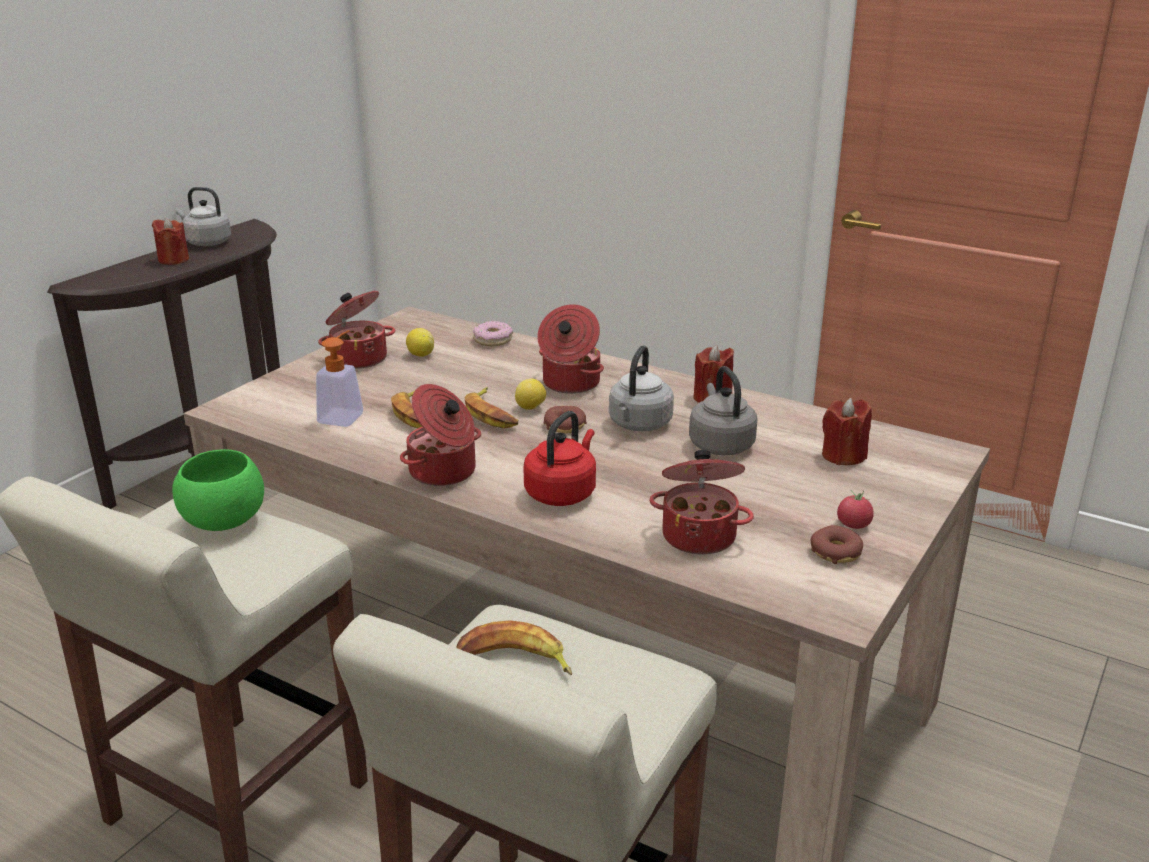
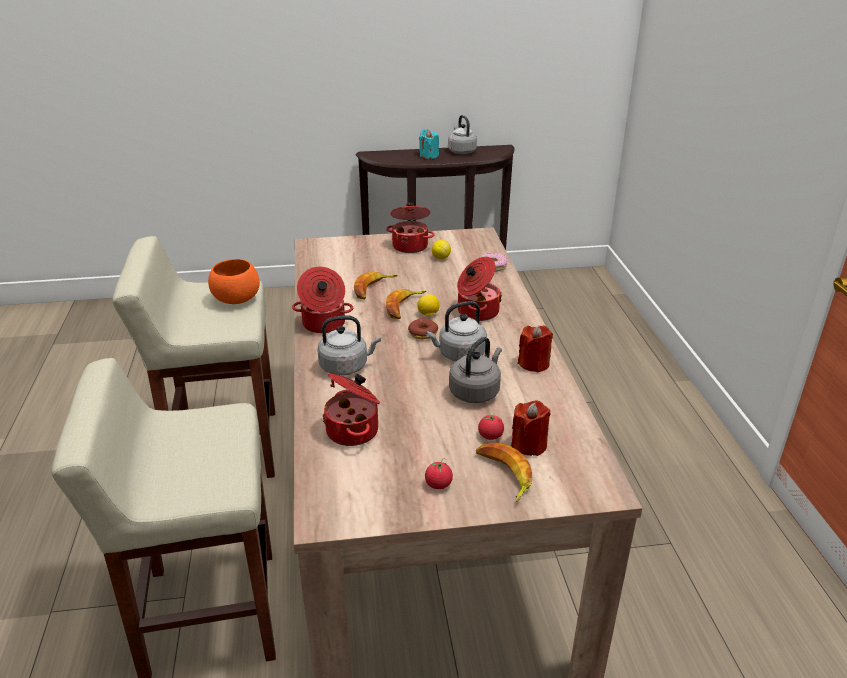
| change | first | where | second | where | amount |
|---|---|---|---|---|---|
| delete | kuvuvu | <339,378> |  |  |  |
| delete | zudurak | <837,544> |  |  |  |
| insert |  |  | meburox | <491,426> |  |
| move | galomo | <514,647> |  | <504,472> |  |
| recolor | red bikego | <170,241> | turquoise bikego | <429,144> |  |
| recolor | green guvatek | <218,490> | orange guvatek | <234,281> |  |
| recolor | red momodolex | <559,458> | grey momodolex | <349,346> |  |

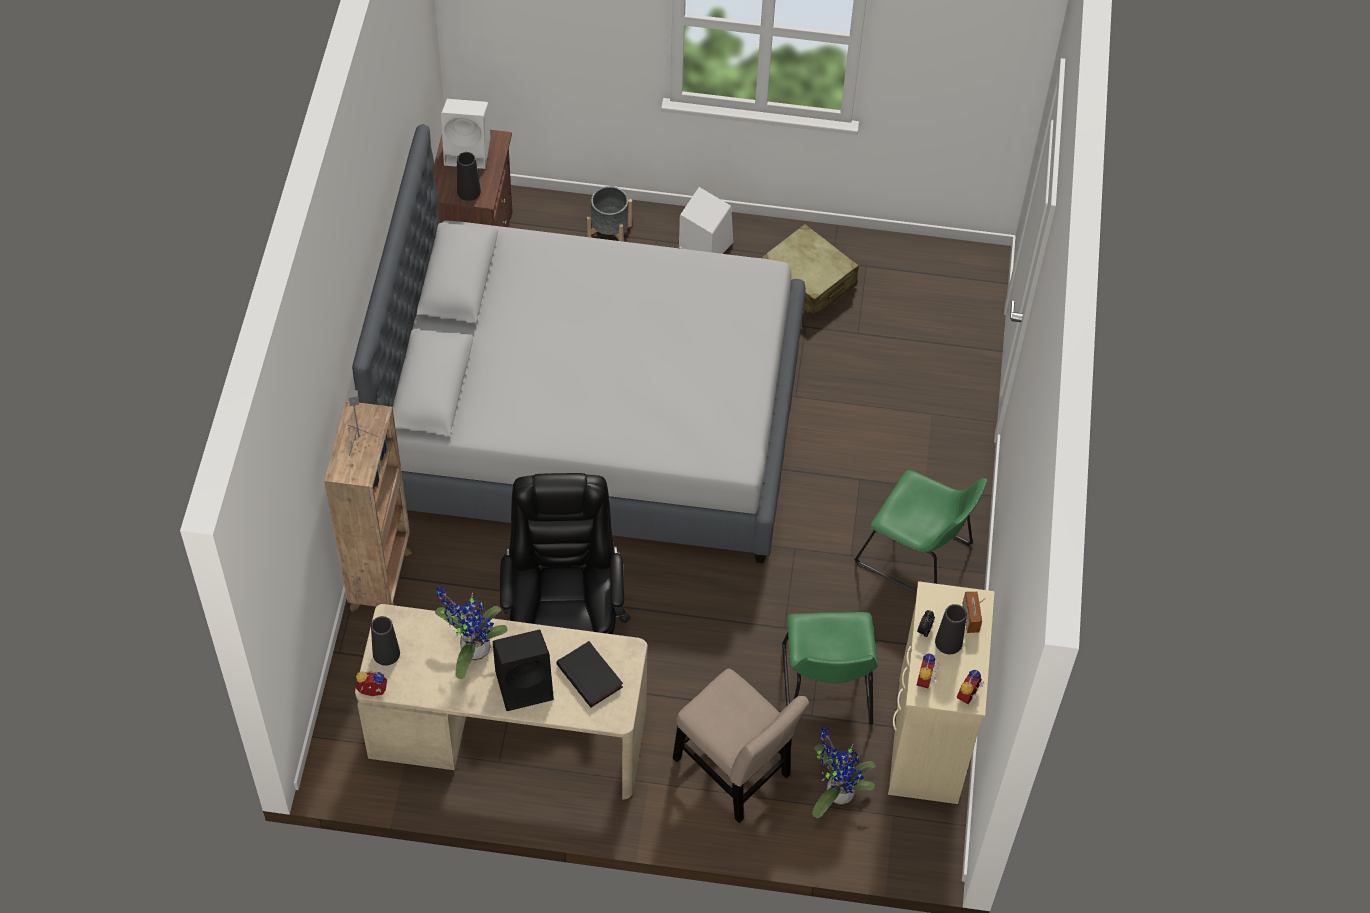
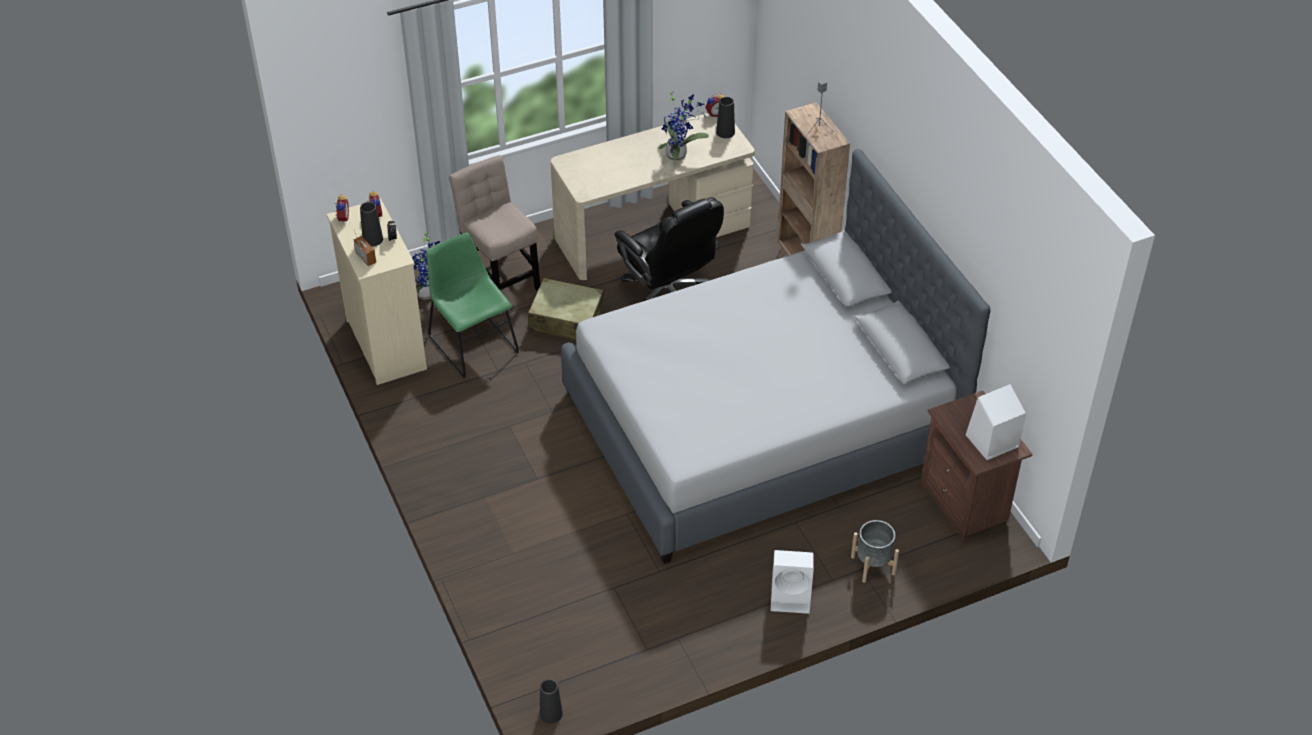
| change | first | where | second | where | amount |
|---|---|---|---|---|---|
| delete | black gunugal | <523,670> |  |  |  |
| delete | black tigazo | <590,674> |  |  |  |
| delete | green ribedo | <920,532> |  |  |  |
| move | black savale | <469,176> |  | <551,701> |  |
| move | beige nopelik | <810,271> |  | <566,309> |  |
| rotate | beige ribedo | <741,746> |  | <494,223> | 45 degrees clockwise |

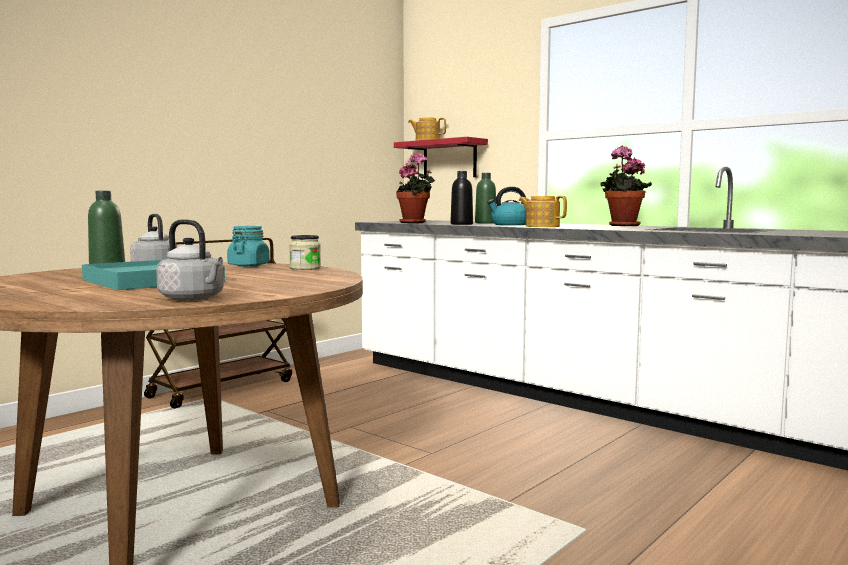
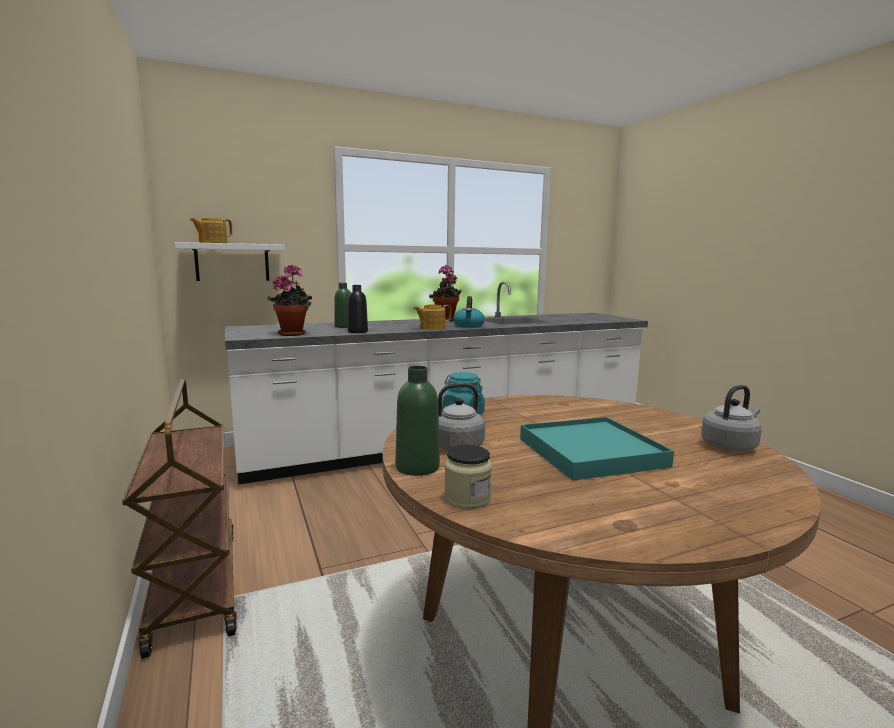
| change | first | where | second | where | amount |
|---|---|---|---|---|---|
| move | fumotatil | <305,252> |  | <468,477> |  |
| move | momodolex | <506,206> |  | <469,312> |  |
| recolor | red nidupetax | <441,158> | white nidupetax | <229,261> |  |

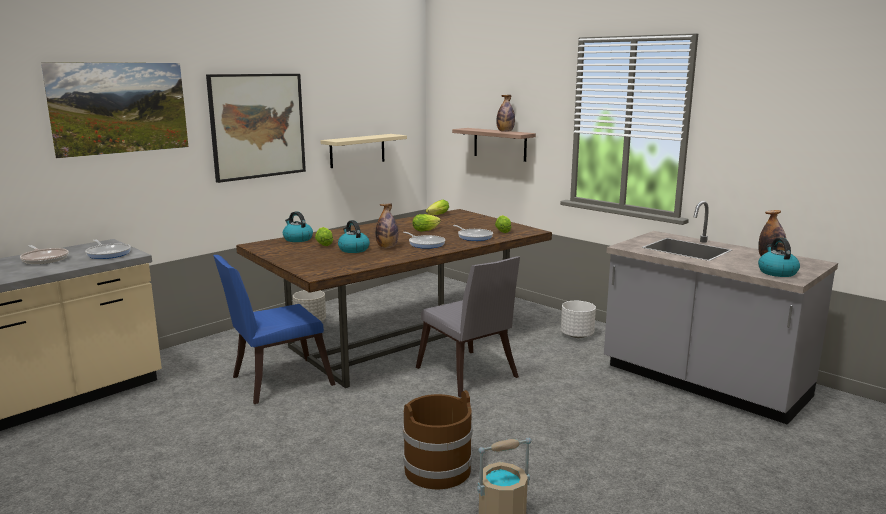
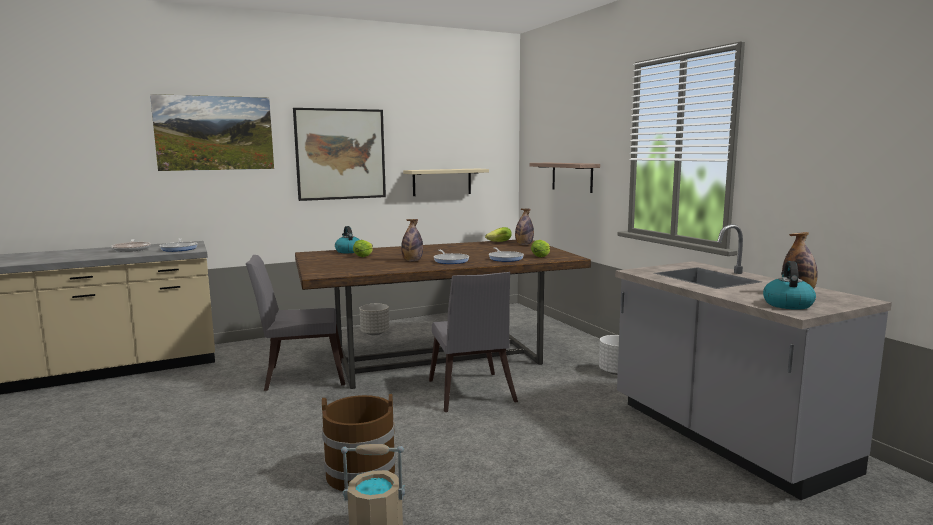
| change | first | where | second | where | amount |
|---|---|---|---|---|---|
| delete | momodolex | <354,236> |  |  |  |
| delete | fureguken | <426,223> |  |  |  |
| move | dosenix | <505,113> |  | <524,227> |  |
| recolor | blue ribedo | <274,329> | grey ribedo | <295,323> |  |

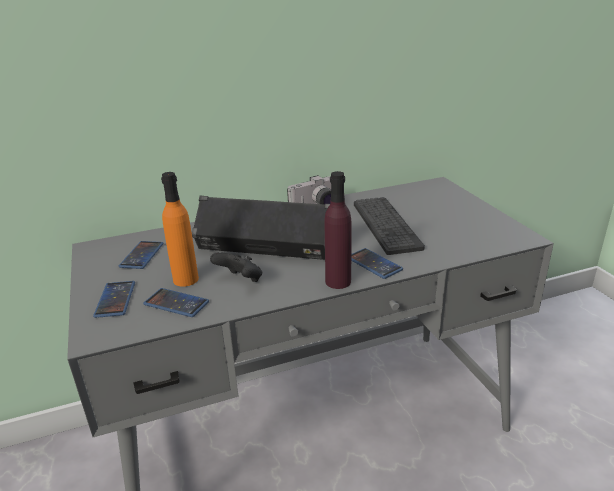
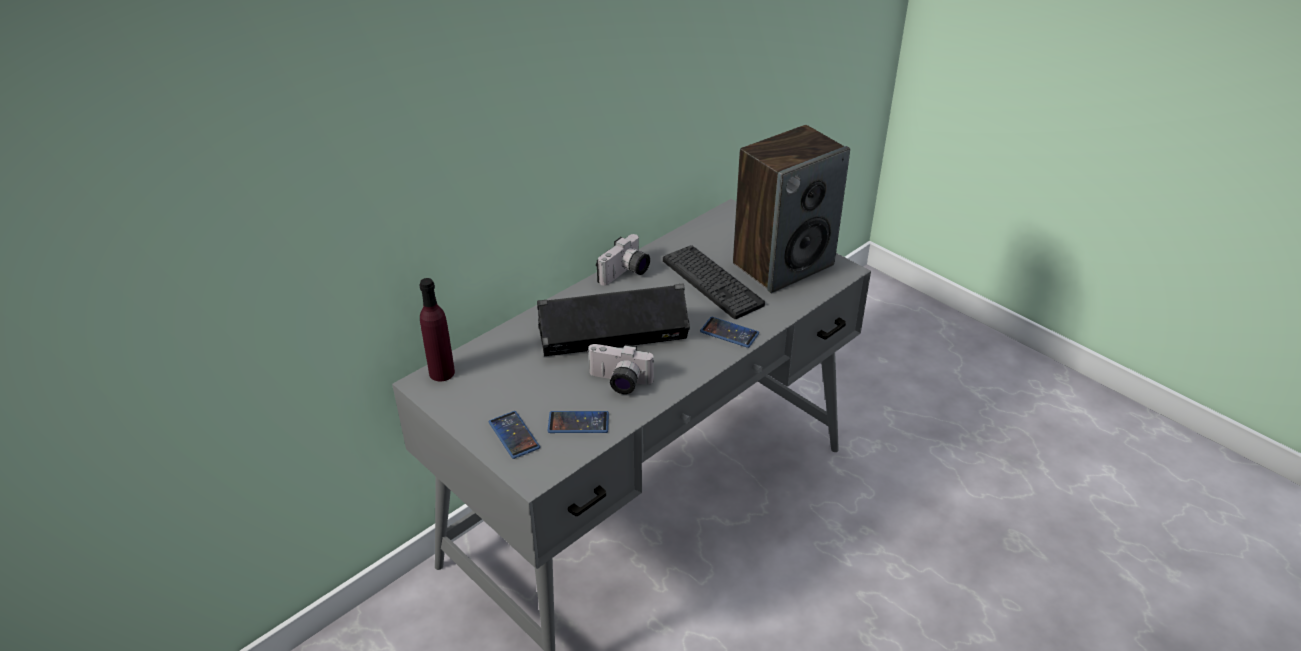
| change | first | where | second | where | amount |
|---|---|---|---|---|---|
| delete | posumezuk | <141,255> |  |  |  |
| delete | orange dosenix | <180,229> |  |  |  |
| insert |  |  | gunugal | <791,209> |  |
| move | purple dosenix | <338,230> |  | <437,329> |  |
| replace | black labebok | <236,267> | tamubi | <620,369> |  |

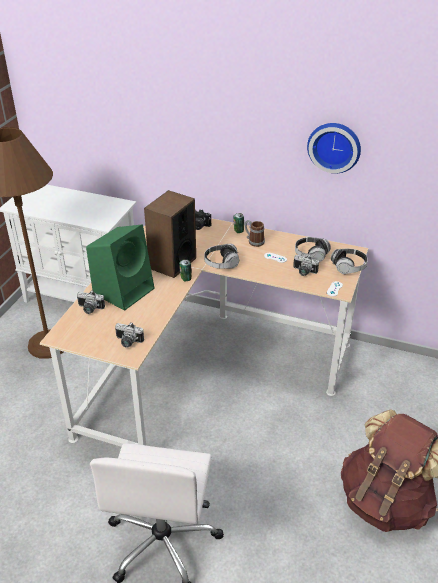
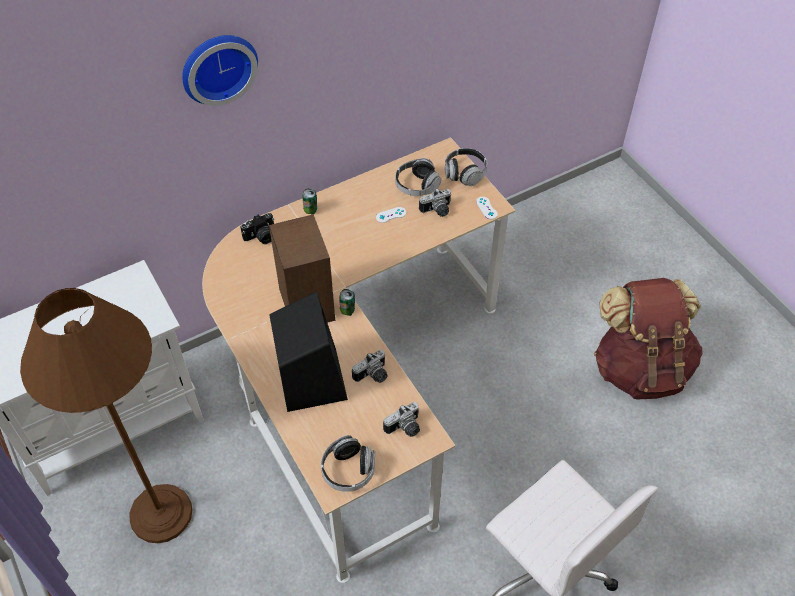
| change | first | where | second | where | amount |
|---|---|---|---|---|---|
| delete | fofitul | <254,233> |  |  |  |
| move | tamubi | <91,302> |  | <370,366> |  |
| move | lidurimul | <221,256> |  | <348,463> |  |
| move | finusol | <334,148> |  | <220,70> |  |
| recolor | green gunugal | <120,268> | black gunugal | <308,351> |  |

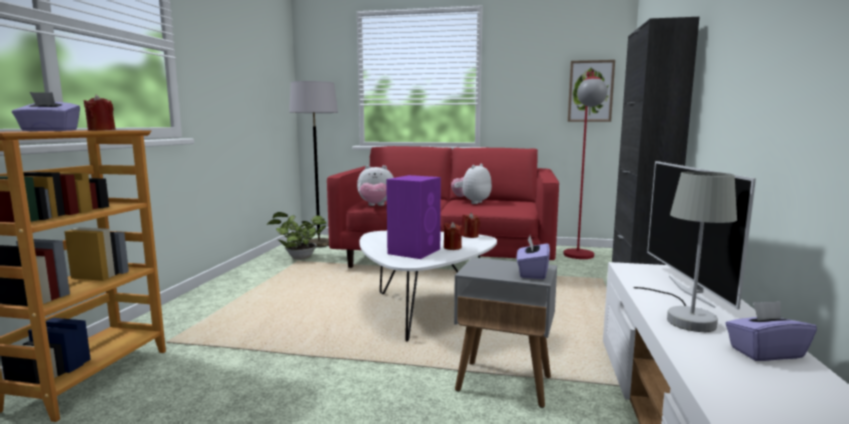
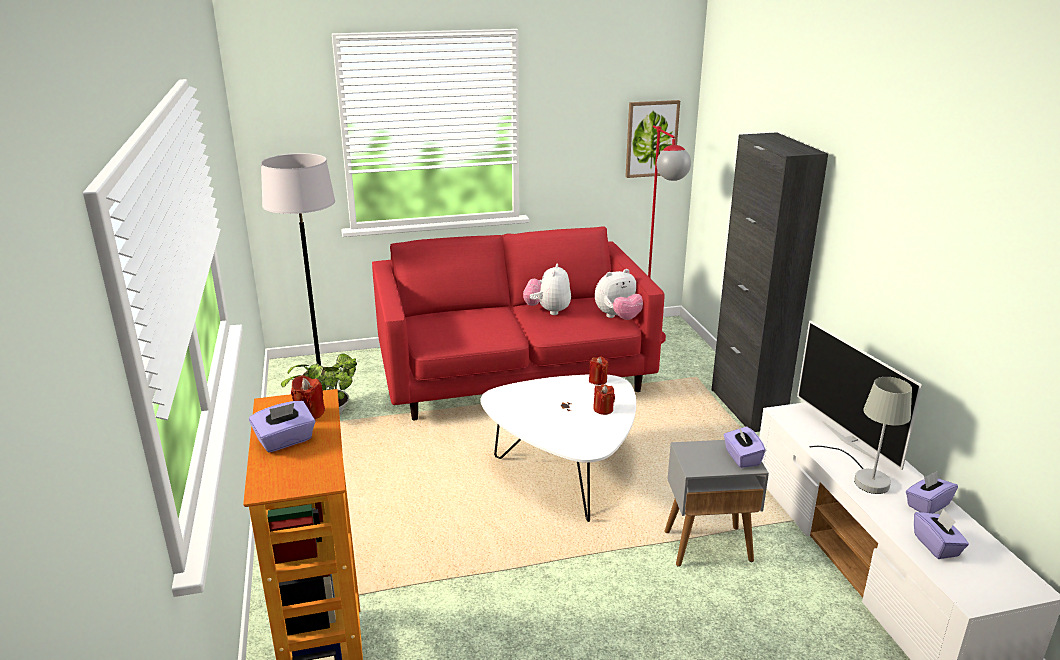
| change | first | where | second | where | amount |
|---|---|---|---|---|---|
| delete | purple gunugal | <413,217> |  |  |  |
| insert |  |  | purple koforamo | <941,534> |  |
| move | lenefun | <375,185> |  | <619,294> |  |

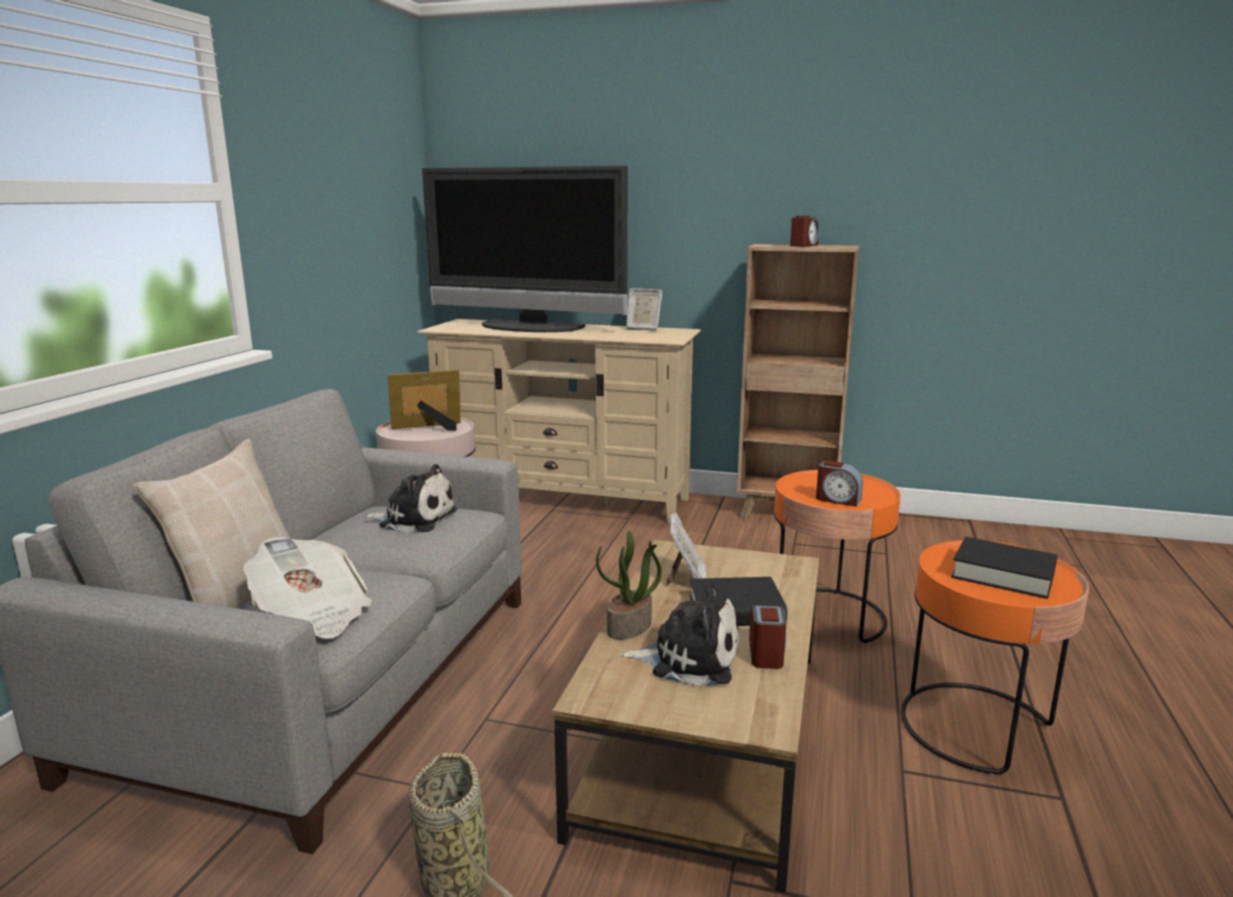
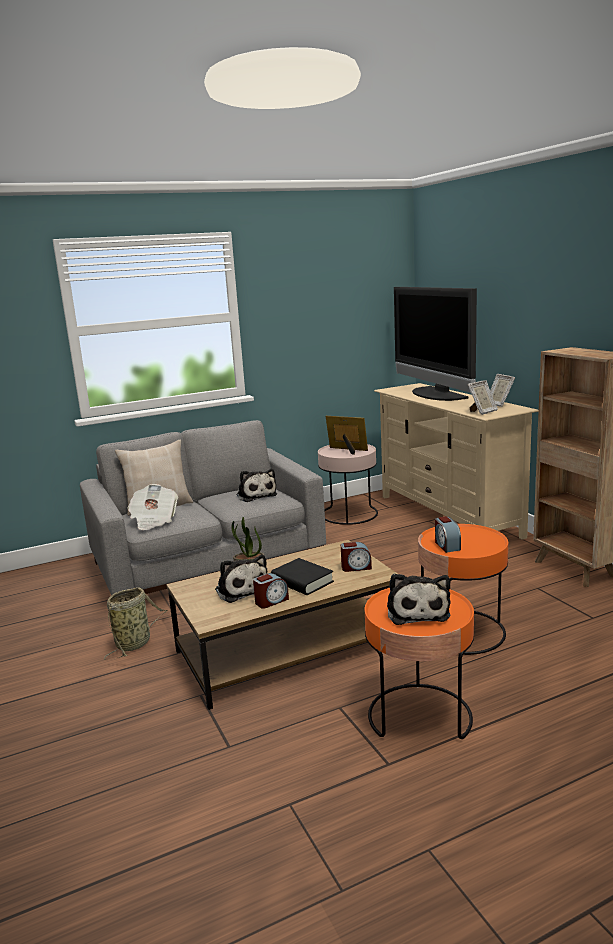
| change | first | where | second | where | amount |
|---|---|---|---|---|---|
| move | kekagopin | <686,549> |  | <483,397> |  |
| move | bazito | <804,231> |  | <356,557> |  |
| replace | black tigazo | <1004,568> | lenefun | <418,599> |  |

